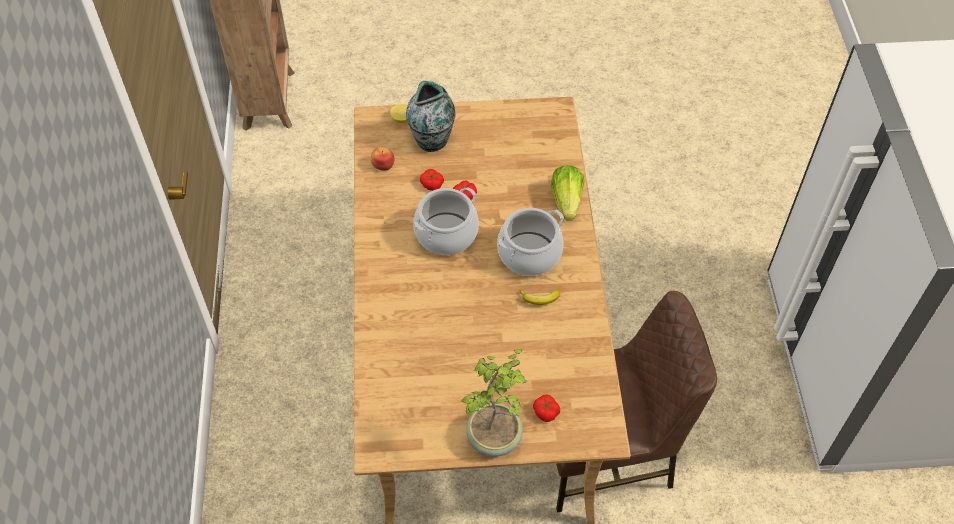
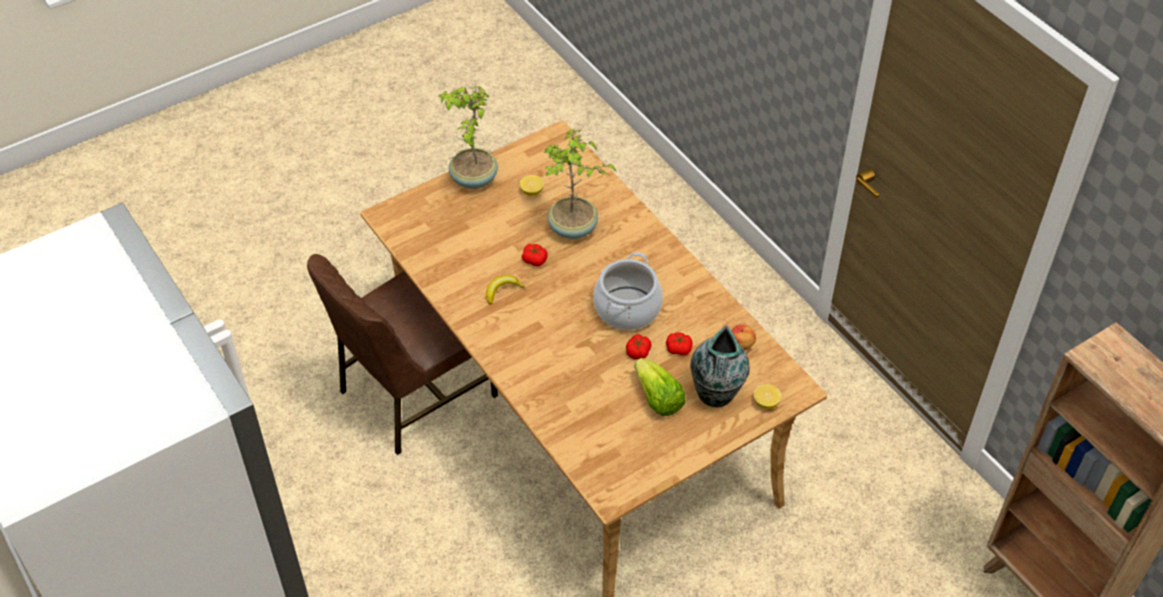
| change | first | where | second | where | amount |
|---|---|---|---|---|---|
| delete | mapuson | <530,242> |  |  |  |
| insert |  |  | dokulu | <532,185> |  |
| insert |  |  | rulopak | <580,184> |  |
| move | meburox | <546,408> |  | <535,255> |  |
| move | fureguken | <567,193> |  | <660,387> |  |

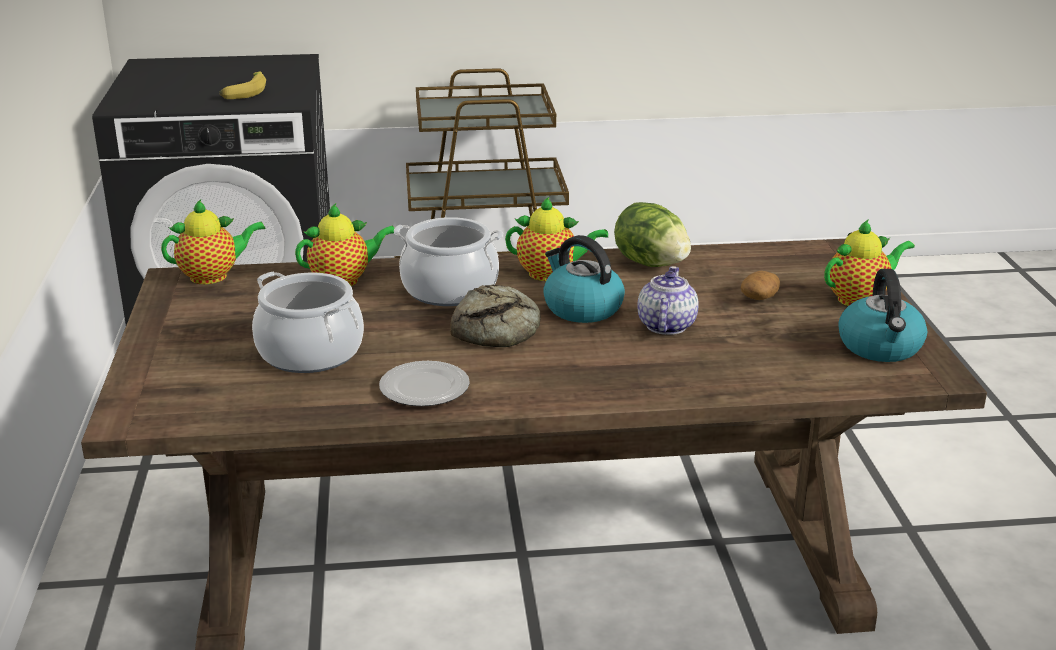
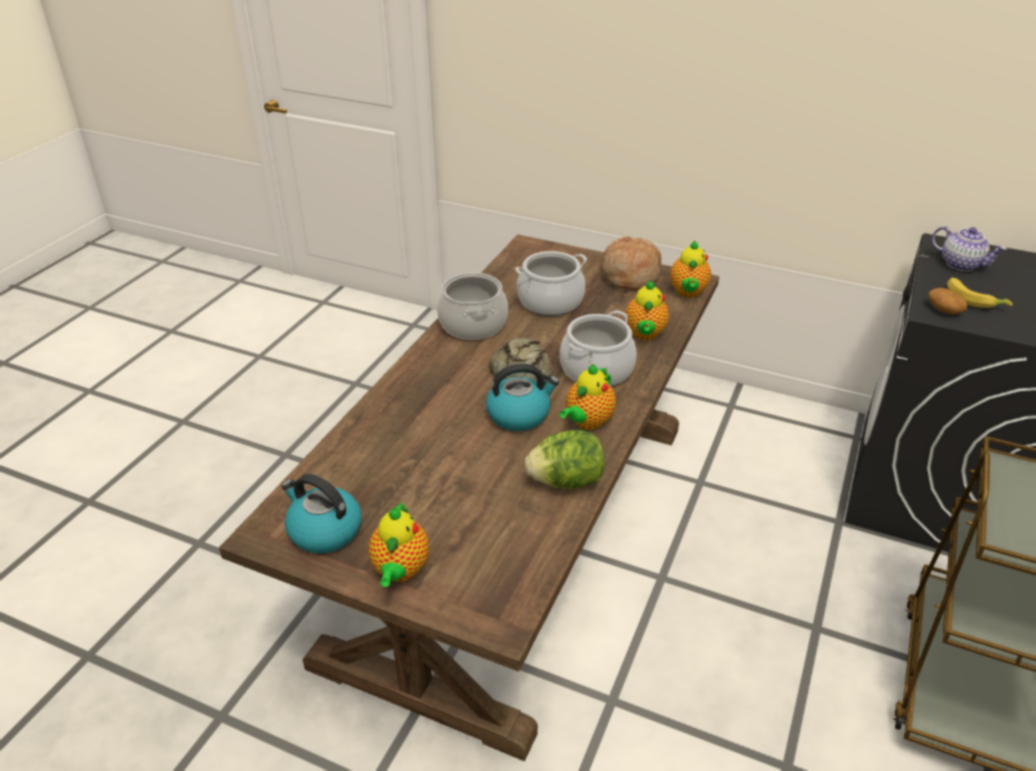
| change | first | where | second | where | amount |
|---|---|---|---|---|---|
| insert |  |  | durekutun | <631,263> |  |
| move | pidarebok | <668,300> |  | <969,248> |  |
| move | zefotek | <760,285> |  | <948,301> |  |
| replace | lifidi | <424,384> | mapuson | <472,306> |  |

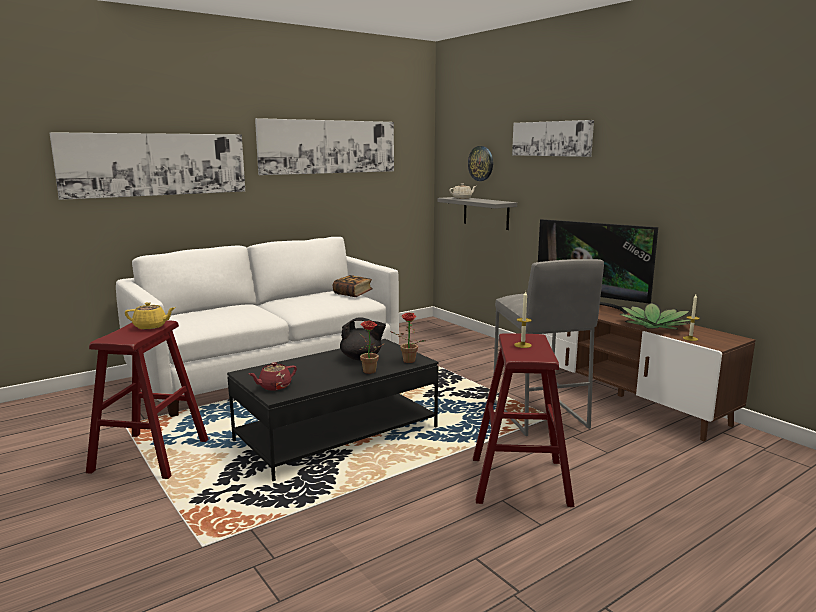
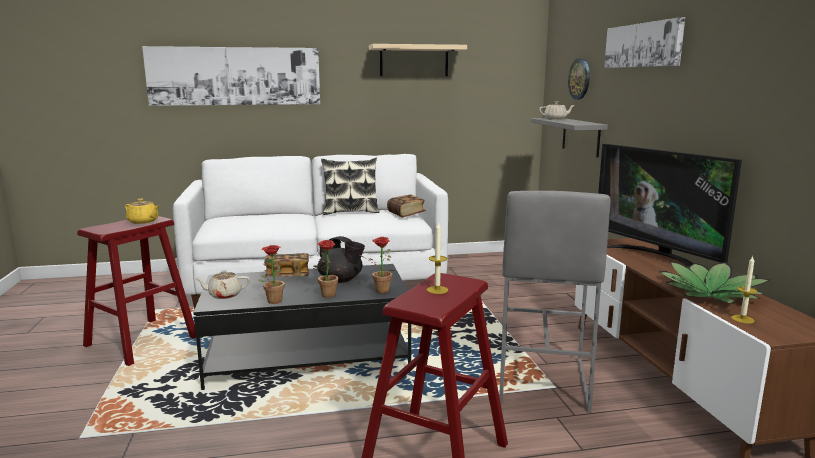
| change | first | where | second | where | amount |
|---|---|---|---|---|---|
| insert |  |  | rulopak | <272,274> |  |
| insert |  |  | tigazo | <286,265> |  |
| insert |  |  | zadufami | <350,186> |  |
| replace | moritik | <324,146> | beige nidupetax | <418,60> |  |
| recolor | red pidarebok | <273,376> | beige pidarebok | <222,284> |  |

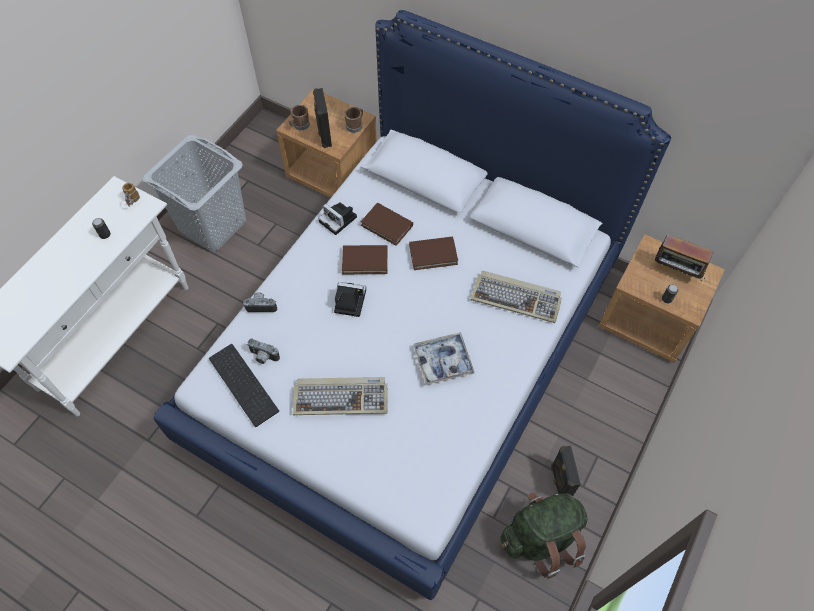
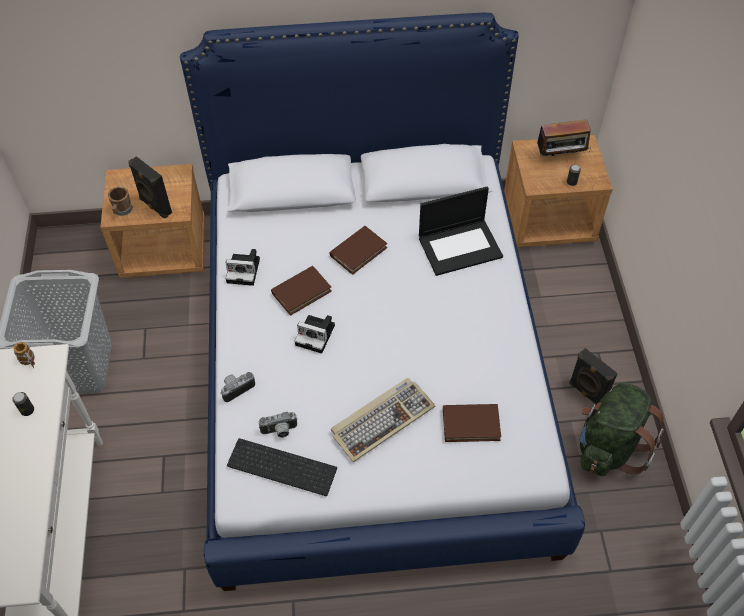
| change | first | where | second | where | amount |
|---|---|---|---|---|---|
| delete | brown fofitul | <353,120> |  |  |  |
| delete | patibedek | <444,358> |  |  |  |
| move | brown tigazo | <387,224> |  | <472,423> |  |
| replace | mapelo | <516,296> | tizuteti | <461,231> |  |
| rotate | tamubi | <350,299> |  | <315,334> | 135 degrees counterclockwise |

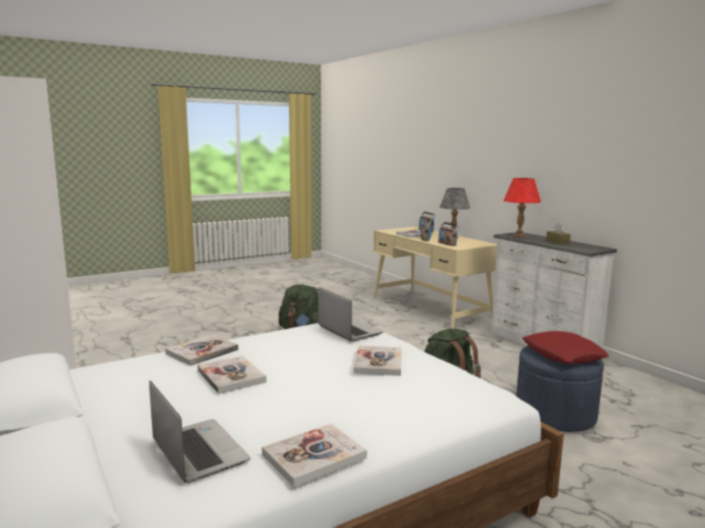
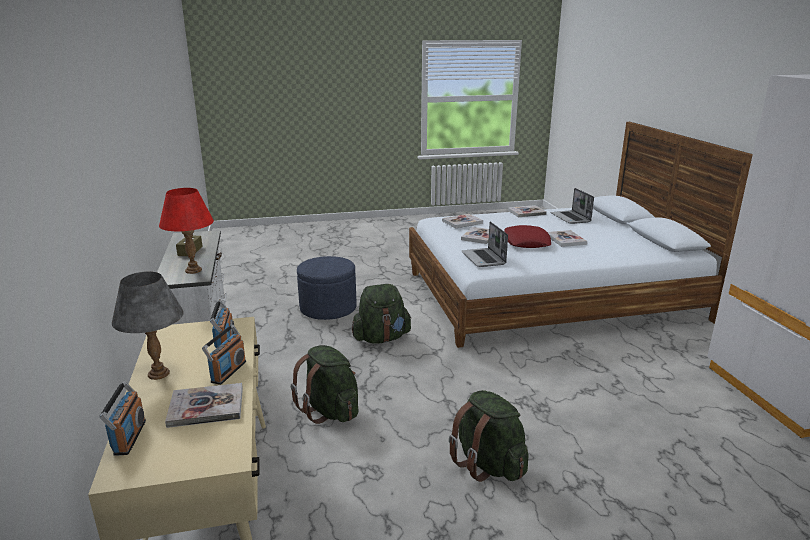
| change | first | where | second | where | amount |
|---|---|---|---|---|---|
| insert |  |  | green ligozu | <325,384> |  |
| move | tigazo | <201,350> |  | <462,221> |  |
| move | red zadufami | <565,347> |  | <527,236> |  |

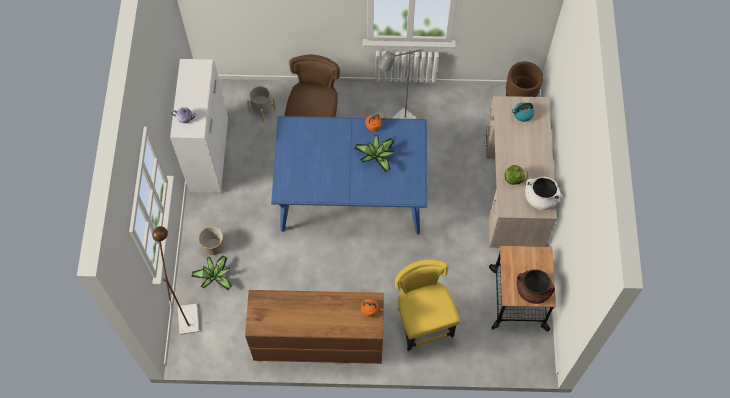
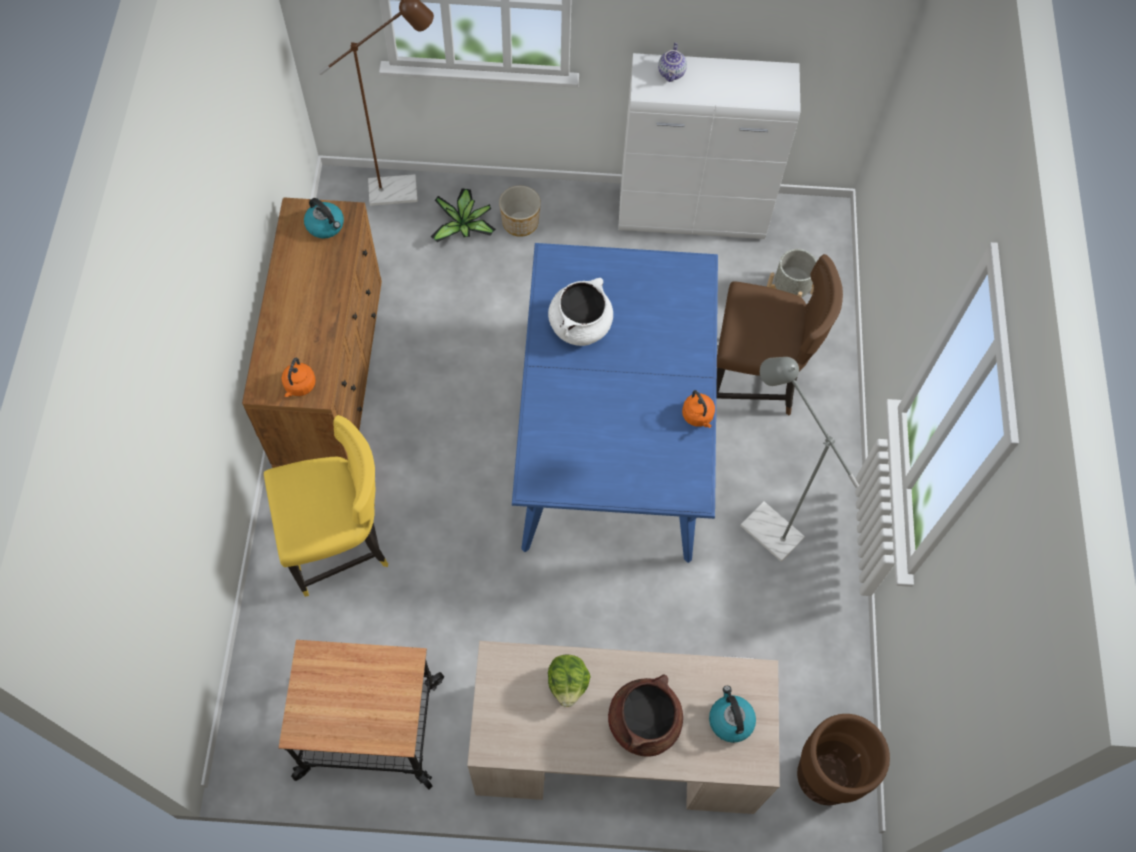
| change | first | where | second | where | amount |
|---|---|---|---|---|---|
| delete | rulopak | <374,153> |  |  |  |
| insert |  |  | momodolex | <324,218> |  |
| move | brown mapuson | <536,286> |  | <645,716> |  |
| move | white mapuson | <543,193> |  | <580,312> |  |

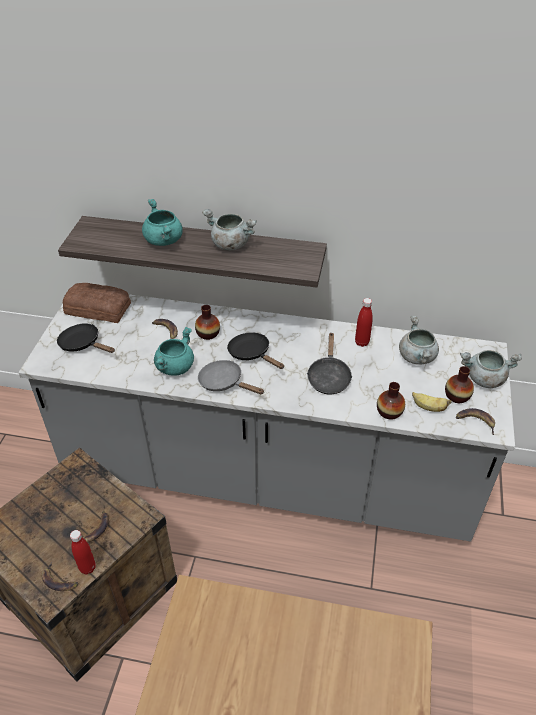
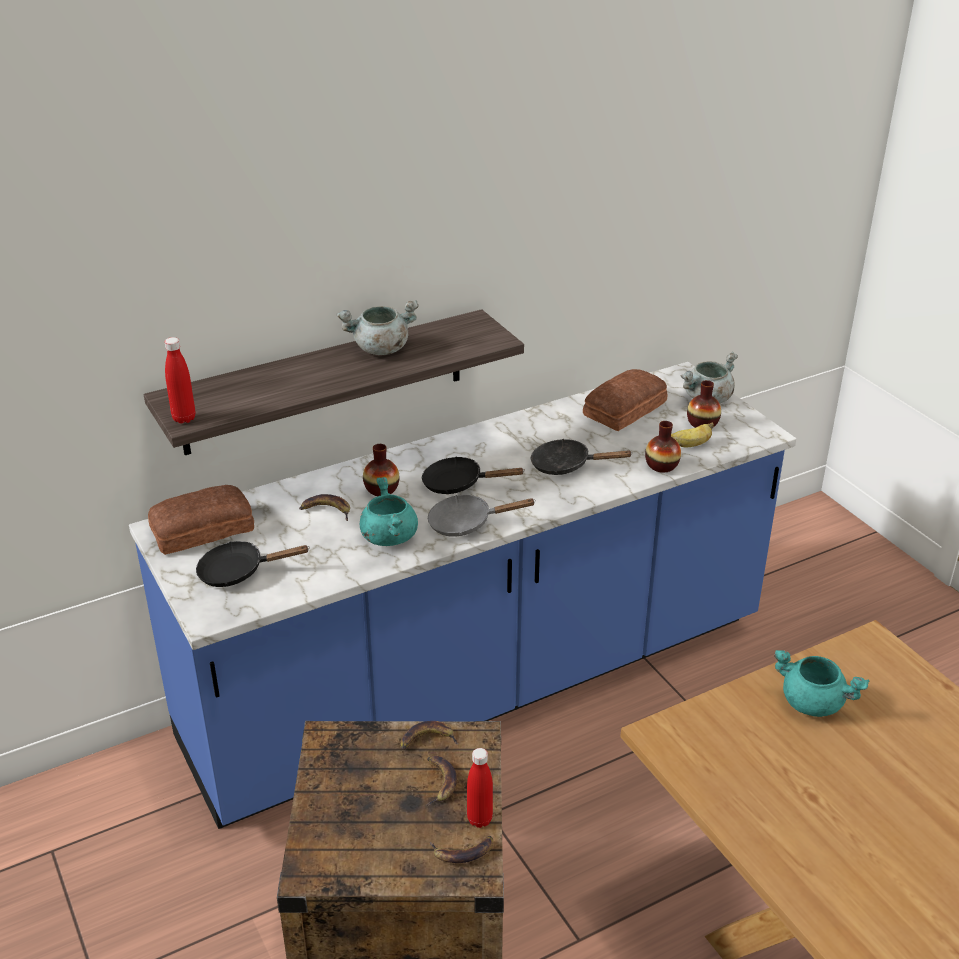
| change | first | where | second | where | amount |
|---|---|---|---|---|---|
| move | turquoise mapuson | <162,222> |  | <821,683> |  |
| move | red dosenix | <364,322> |  | <180,380> |  |
| move | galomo | <475,421> |  | <429,735> |  |
| replace | grey mapuson | <419,340> | durekutun | <625,400> |  |
| recolor | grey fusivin | <267,418> | blue fusivin | <463,595> |  |
| rotate | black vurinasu | <330,363> |  | <582,457> | 135 degrees clockwise |

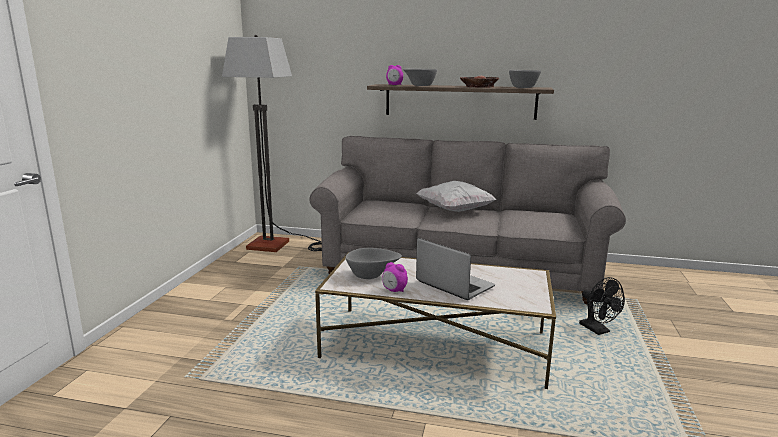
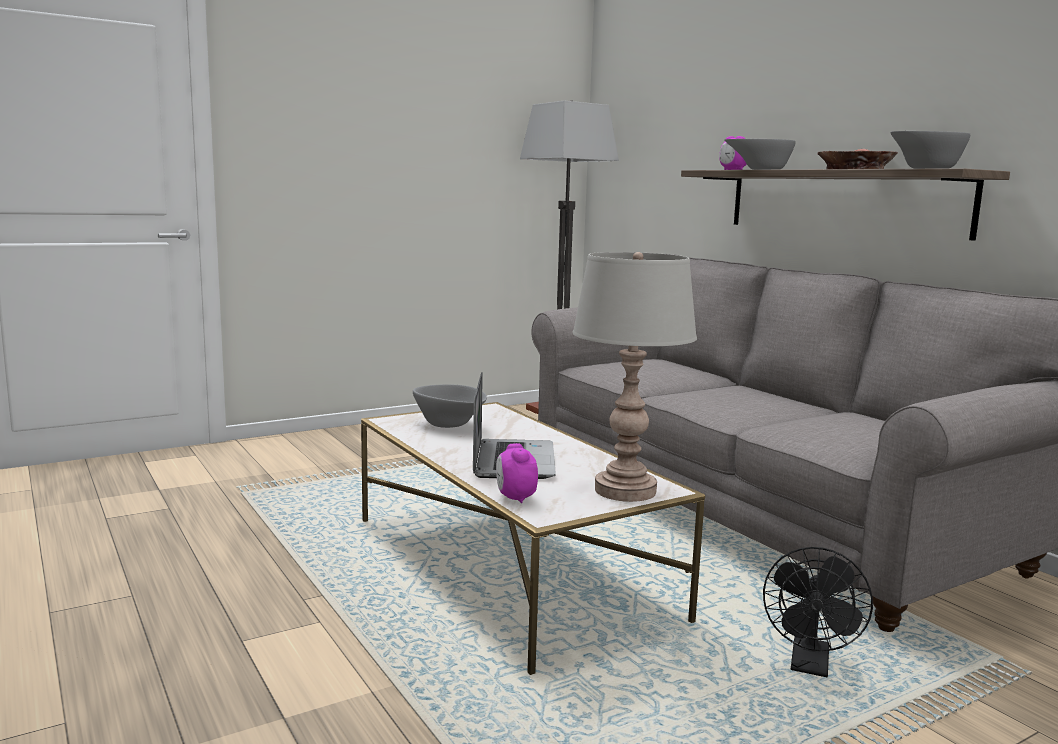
| change | first | where | second | where | amount |
|---|---|---|---|---|---|
| delete | white zadufami | <456,196> |  |  |  |
| insert |  |  | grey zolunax | <634,377> |  |
| move | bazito | <395,277> |  | <517,473> |  |

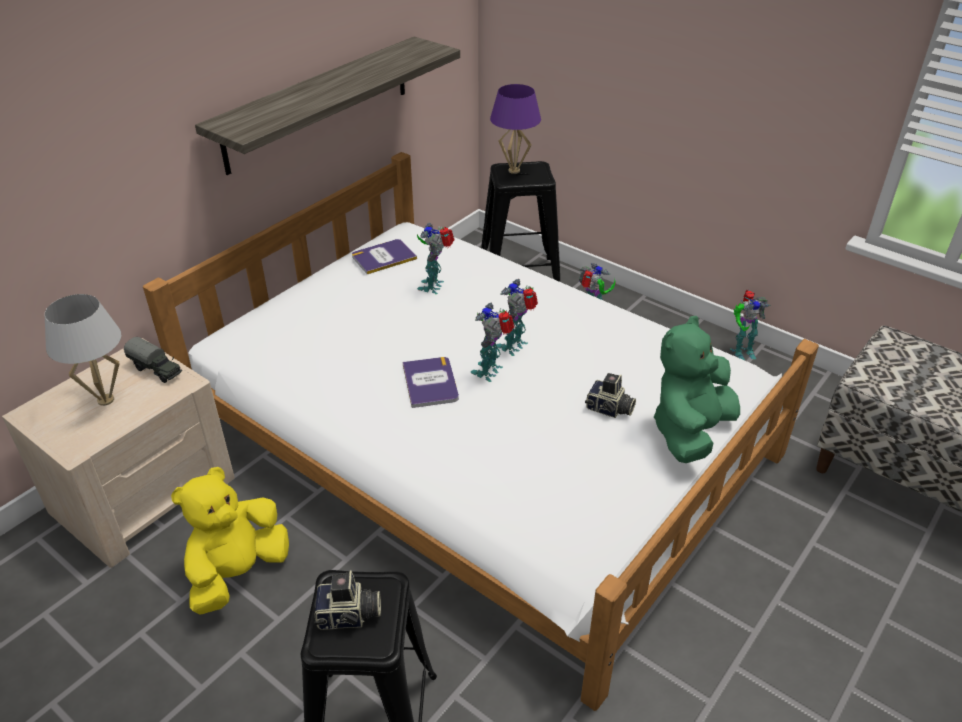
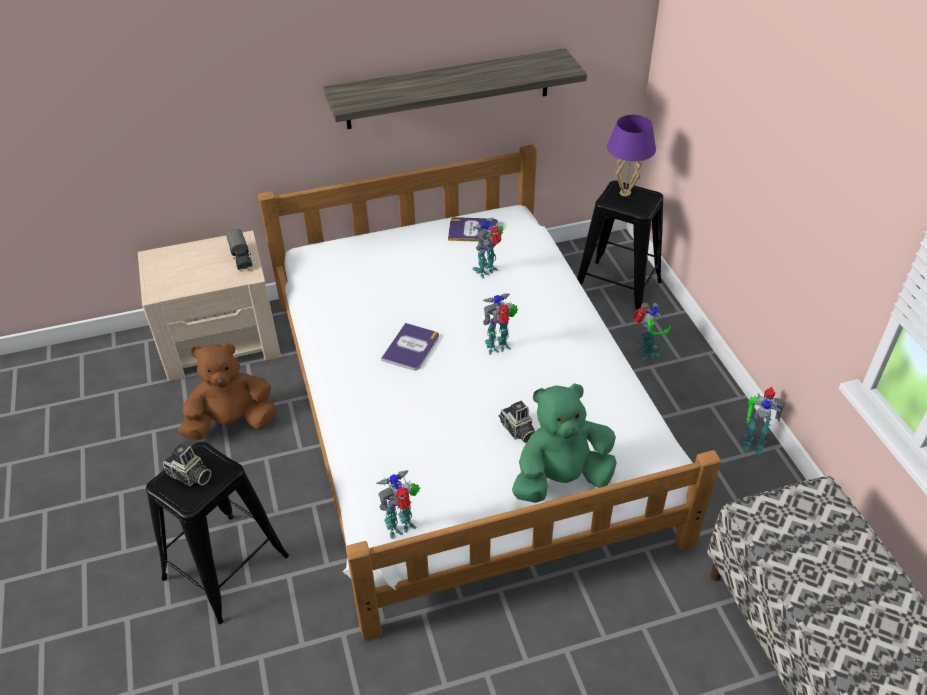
| change | first | where | second | where | amount |
|---|---|---|---|---|---|
| delete | white zolunax | <83,350> |  |  |  |
| move | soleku | <492,342> |  | <398,504> |  |
| recolor | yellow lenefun | <230,541> | brown lenefun | <227,391> |  |

